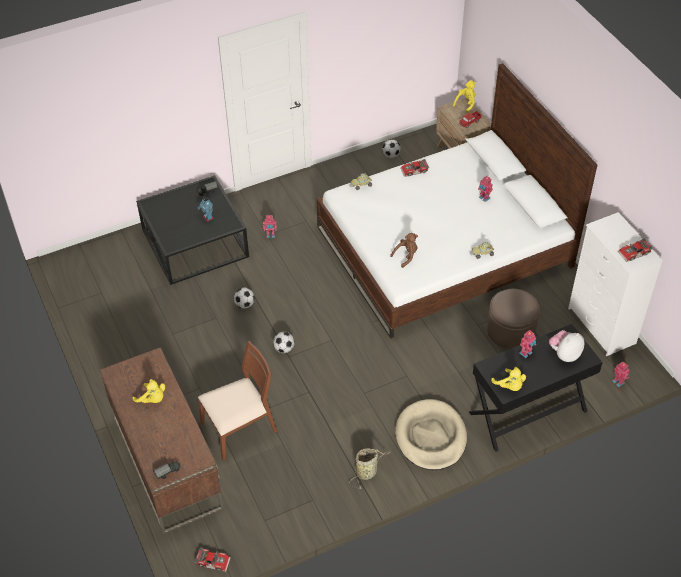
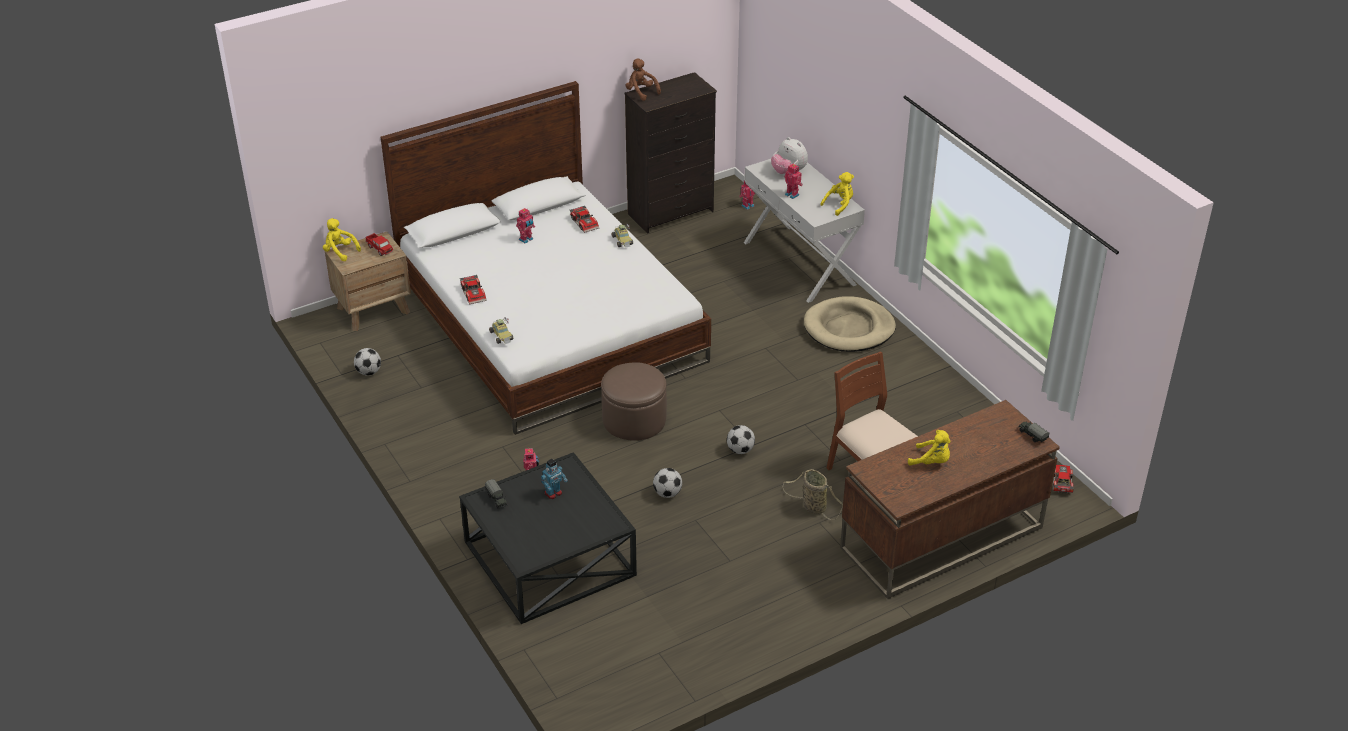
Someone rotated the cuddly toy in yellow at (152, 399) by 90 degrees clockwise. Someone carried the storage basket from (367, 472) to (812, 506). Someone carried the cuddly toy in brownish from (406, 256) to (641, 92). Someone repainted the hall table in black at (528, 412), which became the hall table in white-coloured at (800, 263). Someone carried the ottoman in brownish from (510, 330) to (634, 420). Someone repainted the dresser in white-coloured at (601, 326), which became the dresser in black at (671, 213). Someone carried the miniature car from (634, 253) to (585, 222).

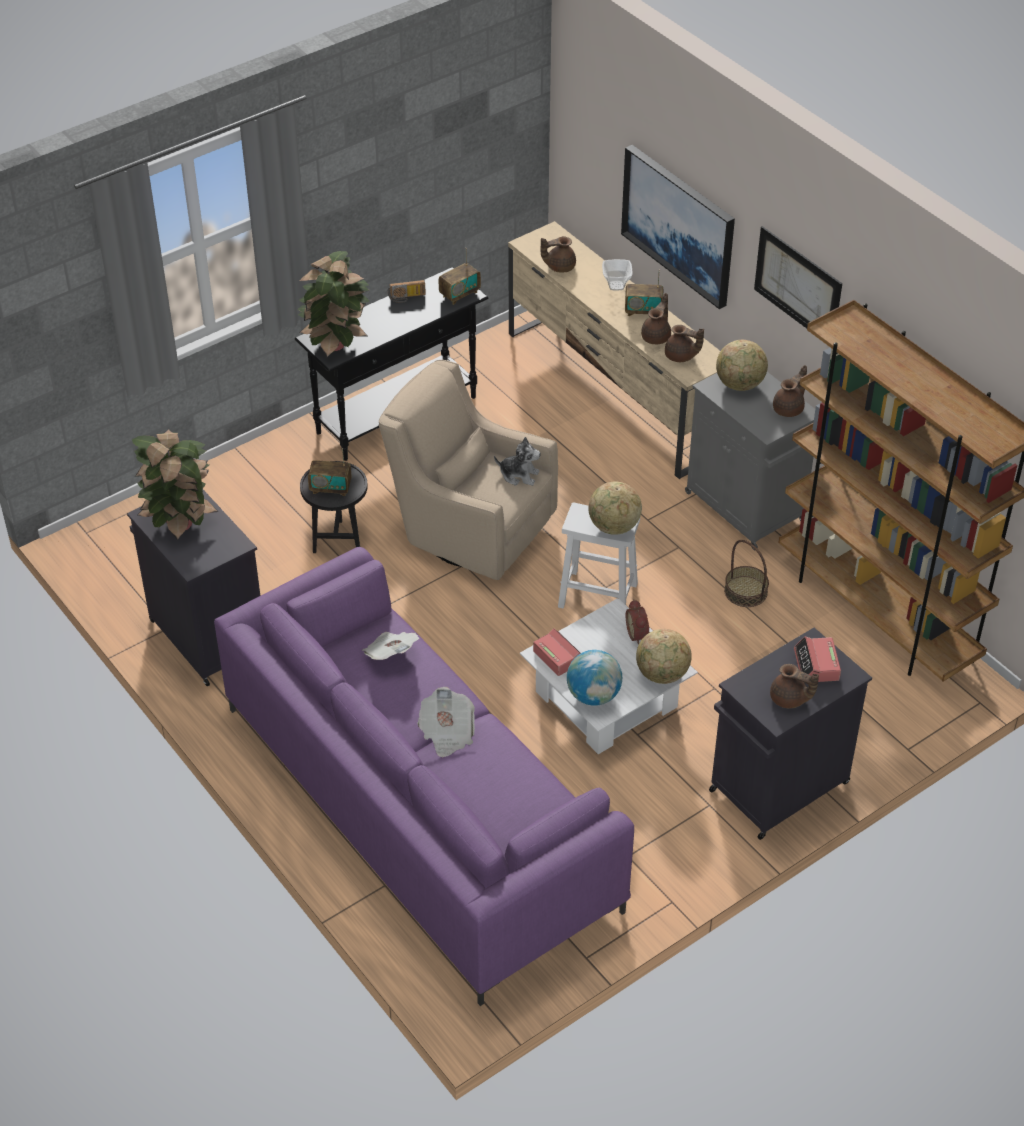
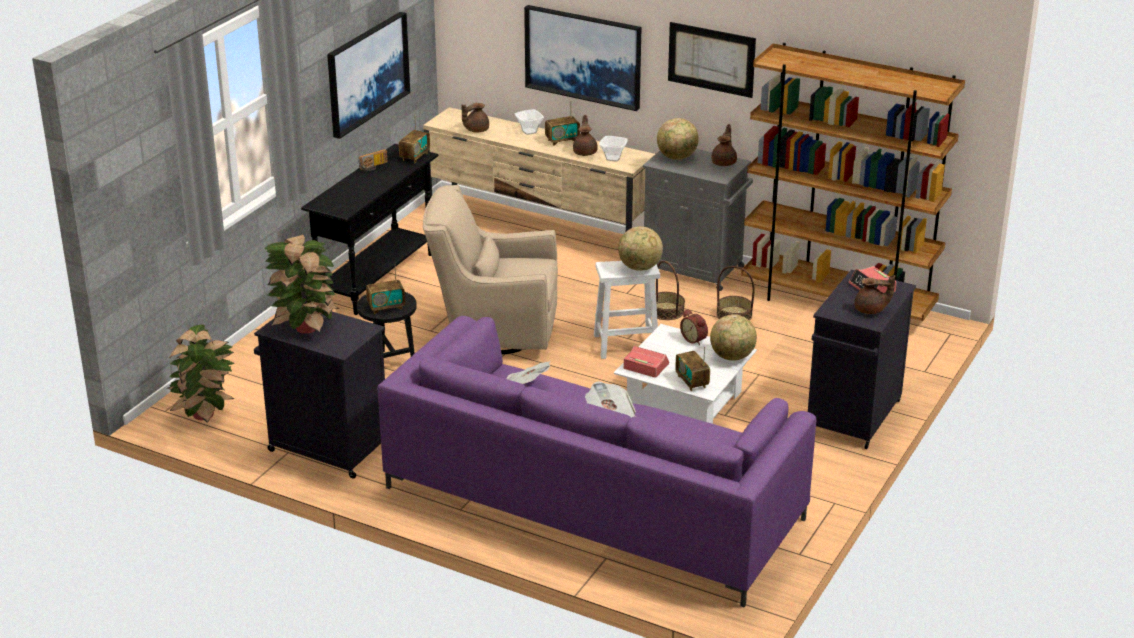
Someone carried the potted plant from (336, 344) to (206, 414). Someone took away the cuddly toy at (519, 475). Someone swapped the globe at (593, 695) for the radio set at (692, 382). Someone swapped the teapot in brownish at (681, 356) for the serving bowl at (613, 158). Someone put up the wall art at (367, 73). Someone put down the storage basket at (666, 311).

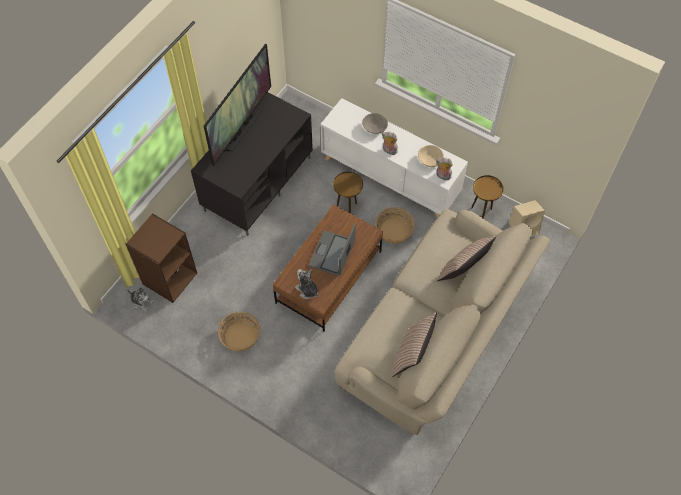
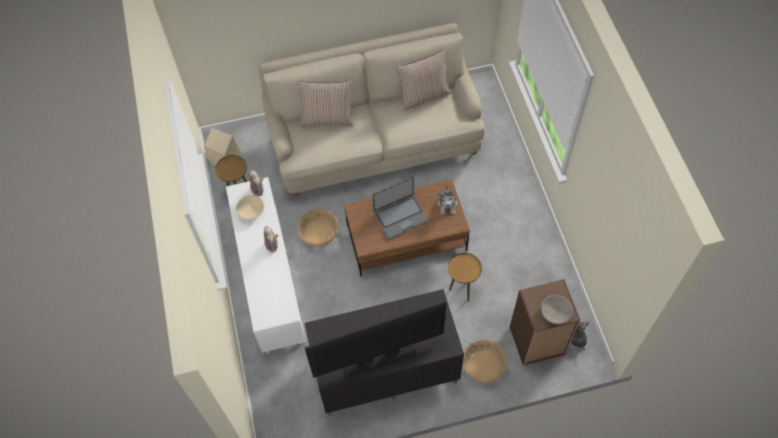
Someone carried the storage basket from (240, 336) to (484, 366). Someone carried the side table in brownish from (347, 209) to (462, 290). Someone carried the serving bowl in grey from (374, 127) to (555, 312).

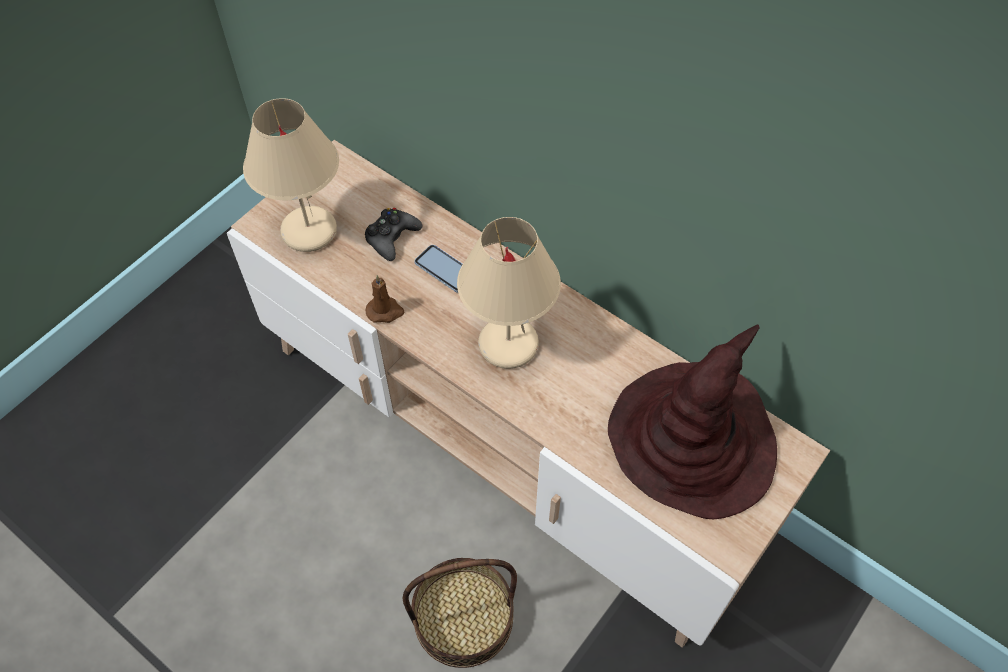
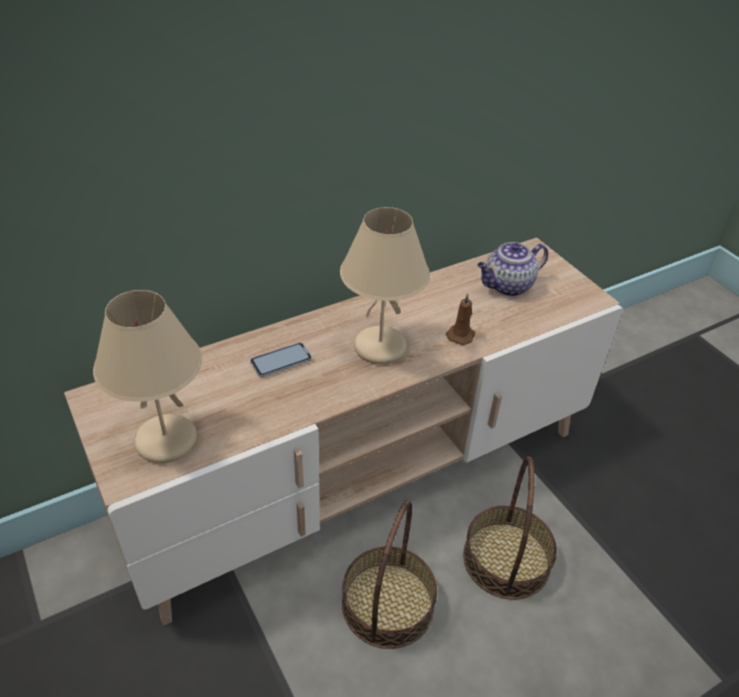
Someone took away the joypad in black at (392, 237). Someone carried the wax candle in brownish from (385, 311) to (461, 335). Someone swapped the clothing hat in brownish at (693, 440) for the teapot at (507, 286). Someone put down the storage basket at (388, 604).

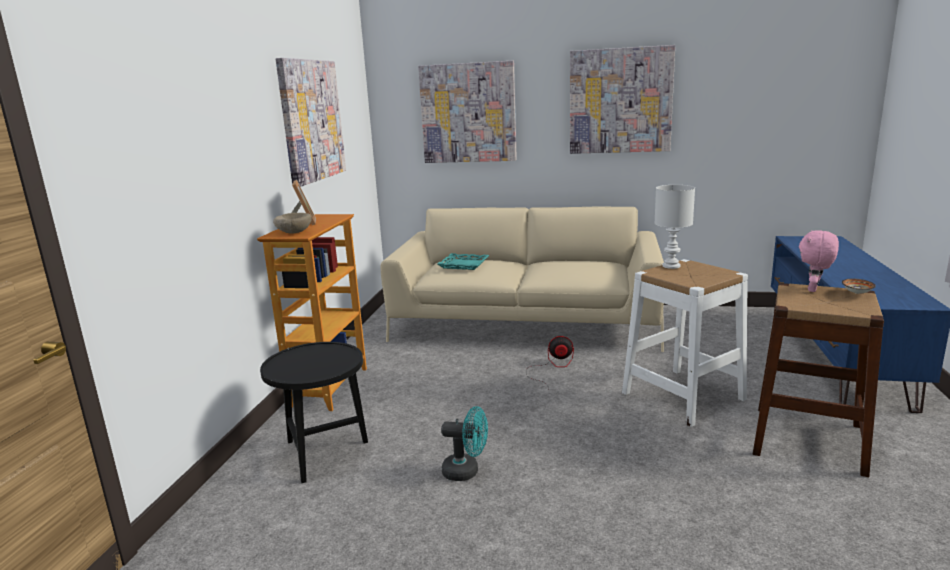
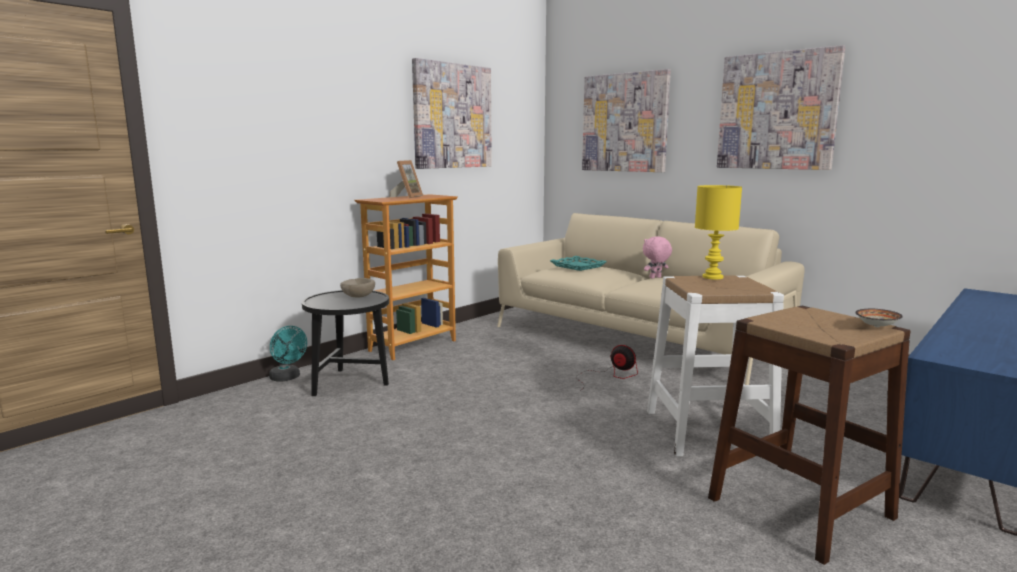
Someone carried the serving bowl in sand-coloured from (293, 232) to (358, 296). Someone carried the electric fan in turquoise-coloured from (466, 471) to (287, 378). Someone repainted the lamp for a table in white-coloured at (670, 266), which became the lamp for a table in yellow at (712, 277). Someone carried the cuddly toy in pink-coloured from (814, 289) to (655, 278).

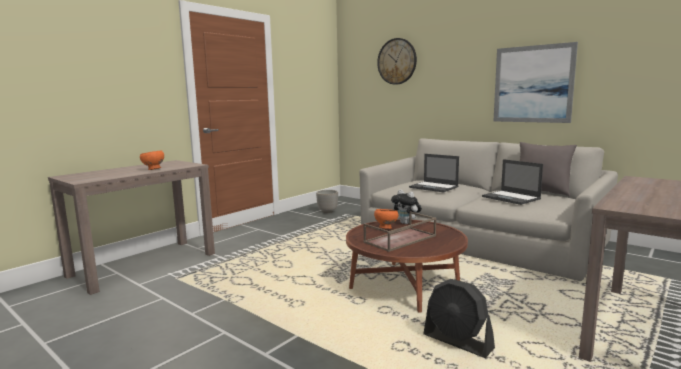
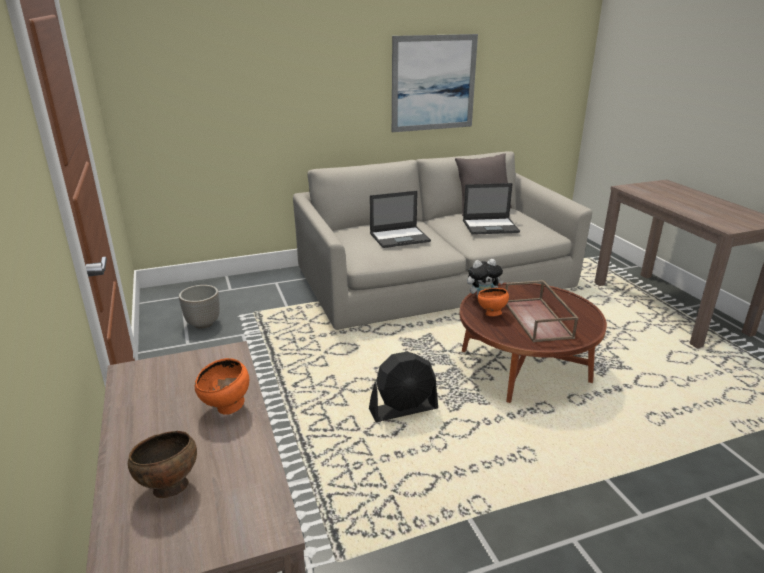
Someone took away the clock on the wall at (397, 61). Someone carried the electric fan in black from (458, 342) to (403, 409). Someone put down the serving bowl in brownish at (168, 487).

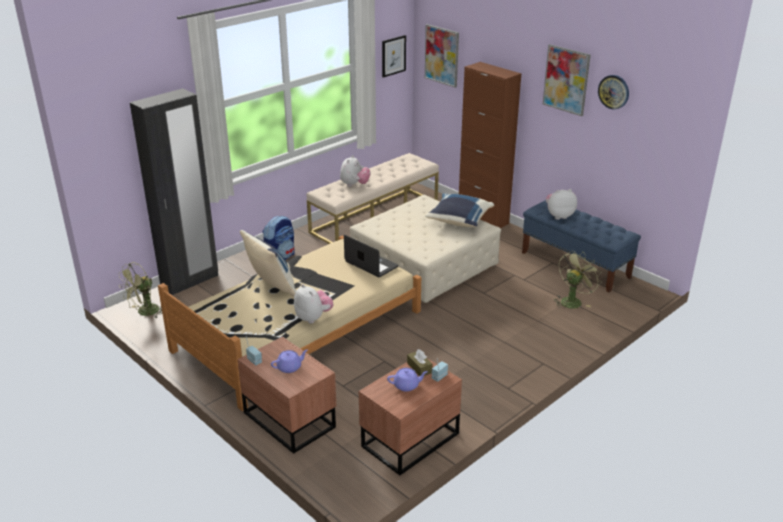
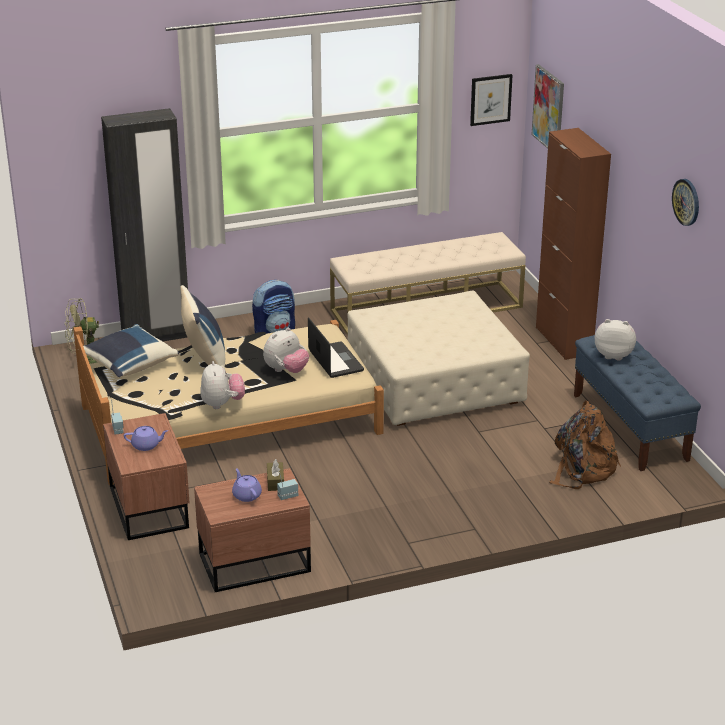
Someone carried the cuddly toy from (354, 185) to (286, 370). Someone rotated the teapot in purple-coloured at (407, 385) by 135 degrees counterclockwise. Someone carried the throw pillow in blue from (458, 220) to (129, 364). Someone took away the wall art at (566, 80). Someone swapped the electric fan in green-coloured at (573, 301) for the backpack in brownish at (582, 469).

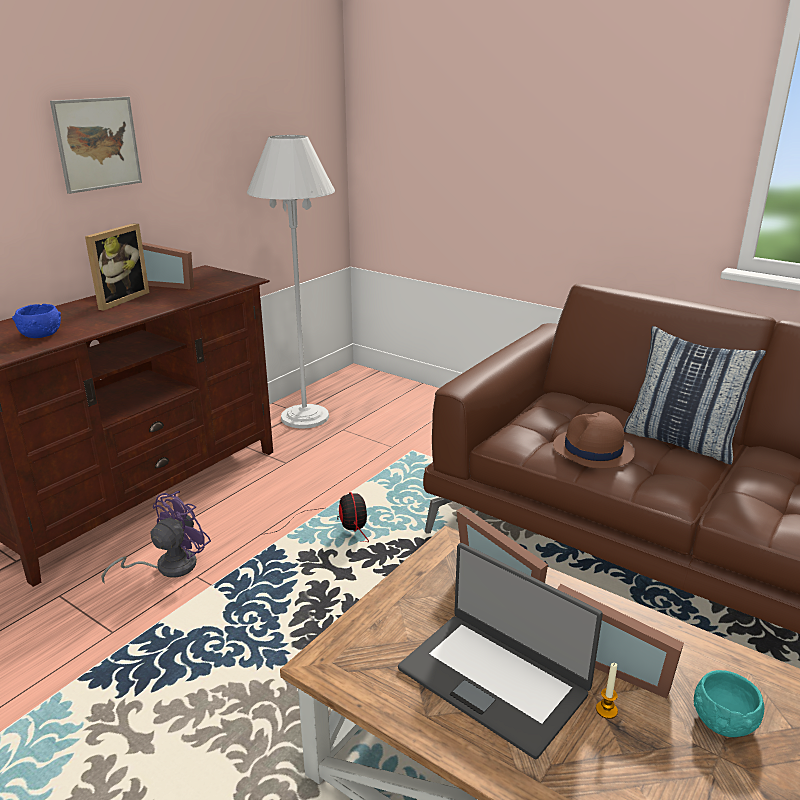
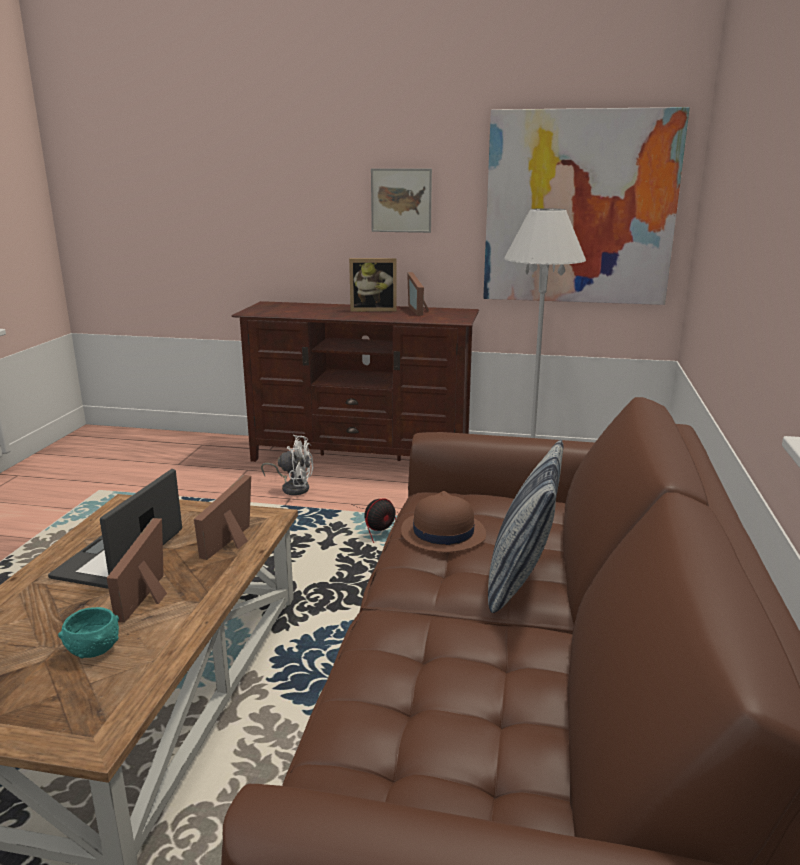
Someone took away the serving bowl in blue at (41, 334). Someone repainted the electric fan in purple-coloured at (168, 567), which became the electric fan in white-coloured at (293, 487). Someone took away the wax candle at (606, 710). Someone put up the wall art at (579, 208).

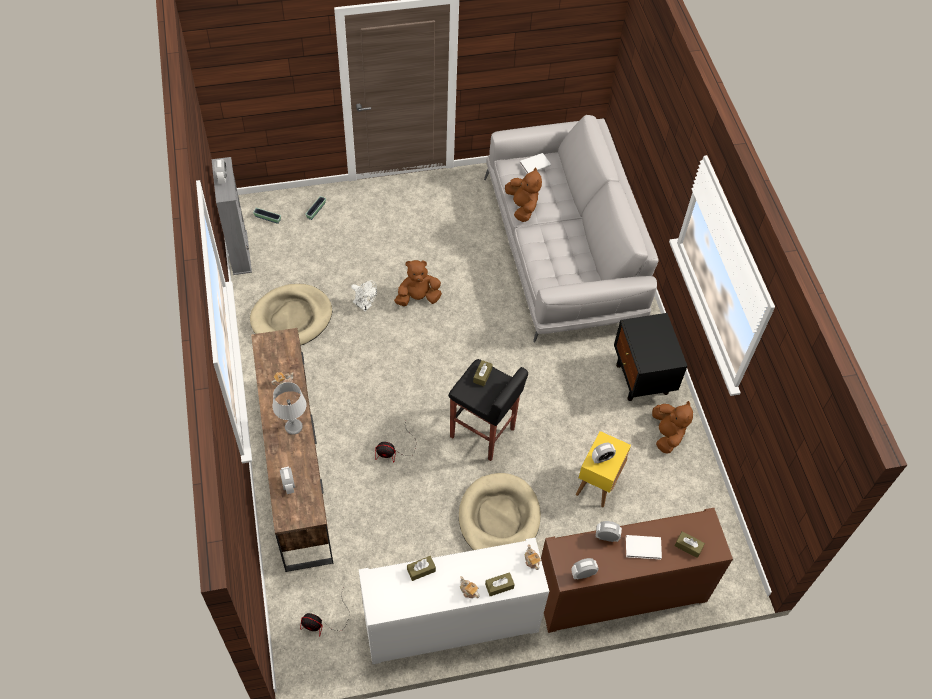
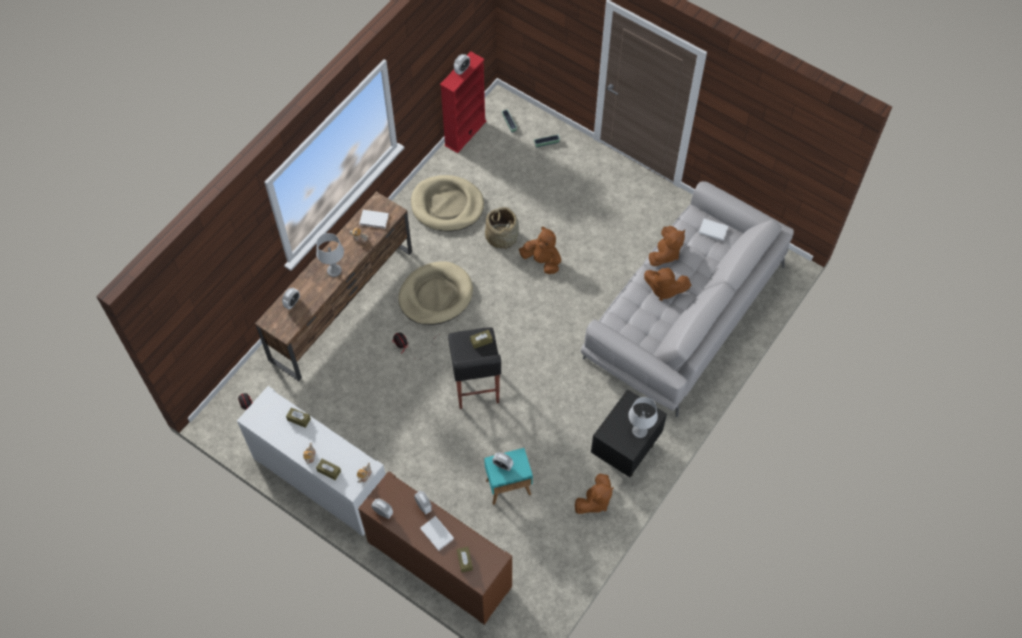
Someone repainted the bookshelf in grey at (239, 252), which became the bookshelf in red at (465, 133). Someone swapped the electric fan in white-coloured at (364, 305) for the storage basket at (501, 236). Someone carried the dog bed in sand-coloured from (499, 518) to (435, 295). Someone repainted the side table in yellow at (598, 483), which became the side table in turquoise-coloured at (509, 487). Someone put down the bound book in white-coloured at (374, 220). Someone put down the lamp for a table in grey at (640, 431). Someone put down the cuddly toy in brownish at (664, 289).

